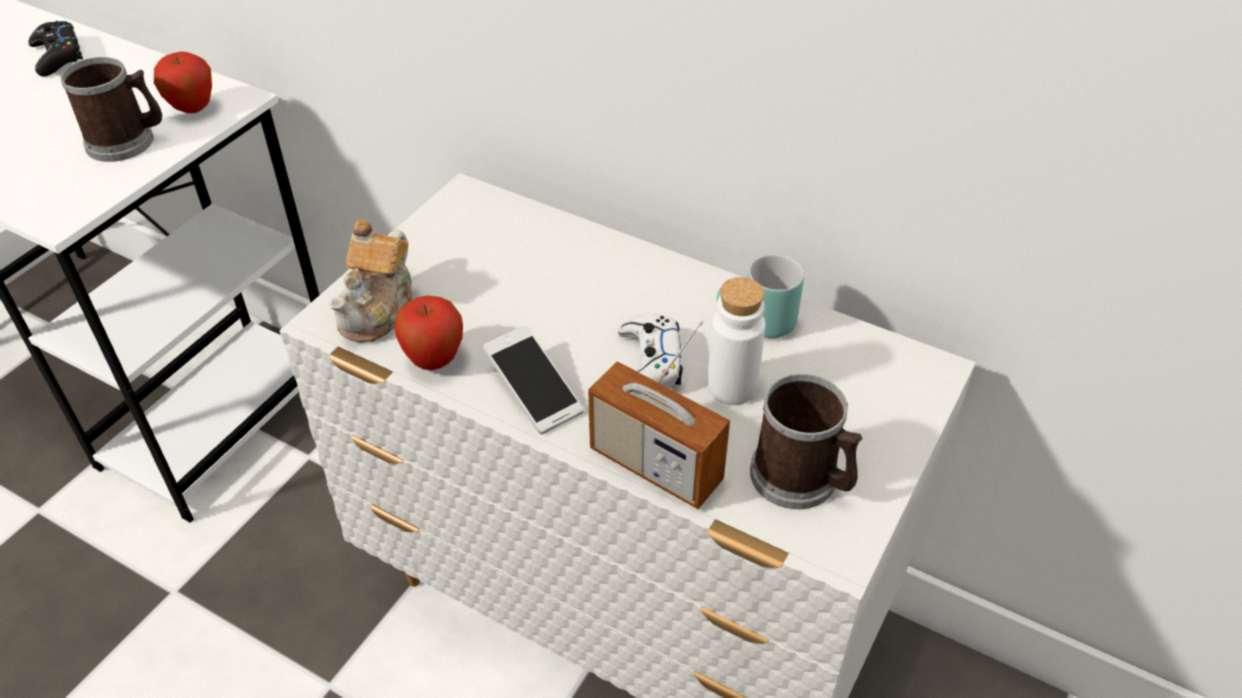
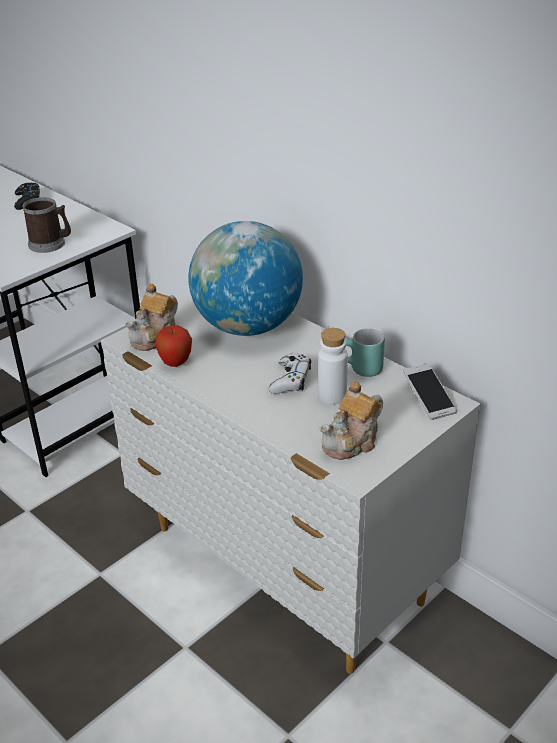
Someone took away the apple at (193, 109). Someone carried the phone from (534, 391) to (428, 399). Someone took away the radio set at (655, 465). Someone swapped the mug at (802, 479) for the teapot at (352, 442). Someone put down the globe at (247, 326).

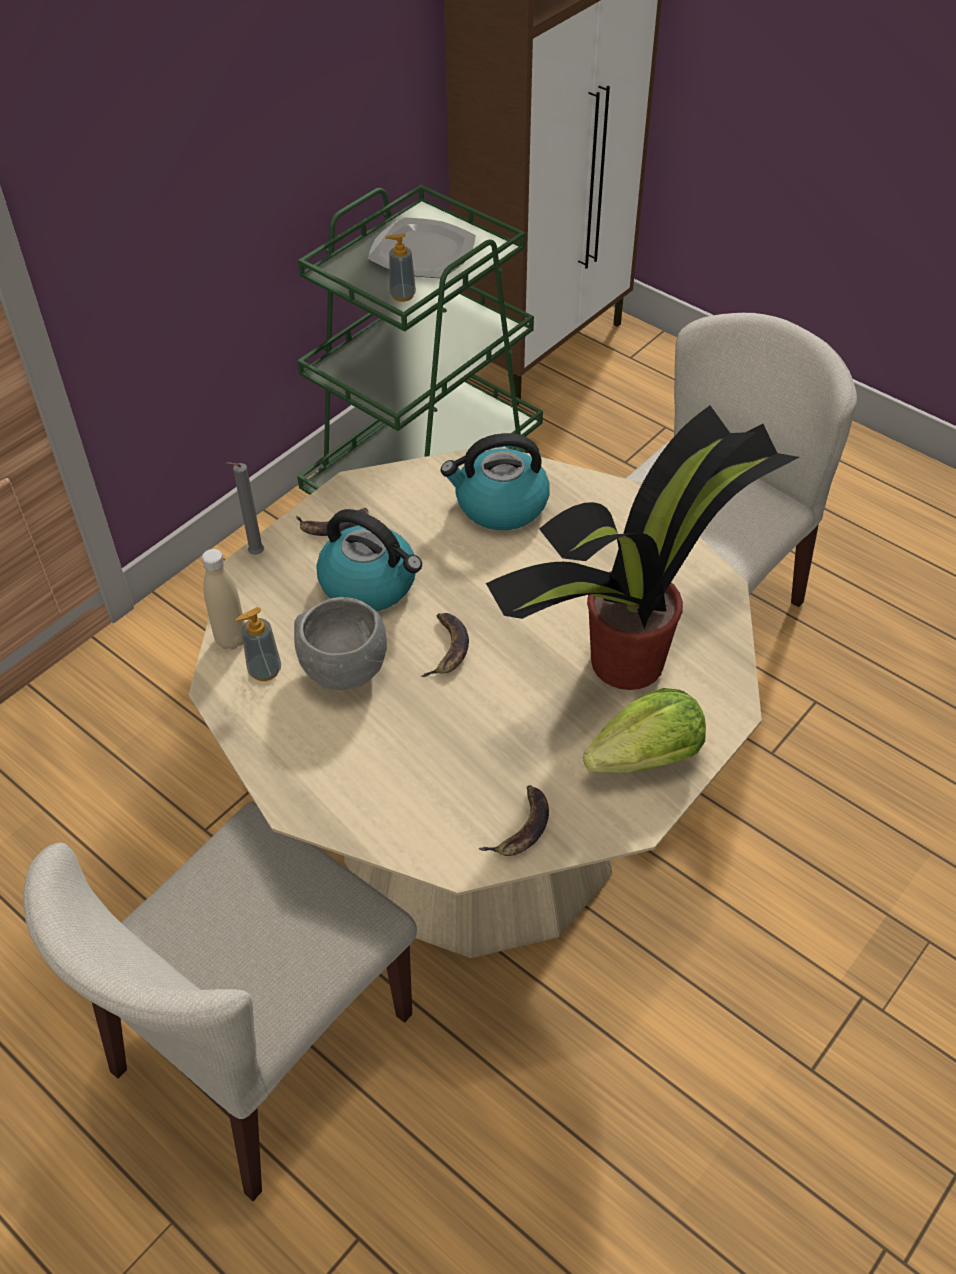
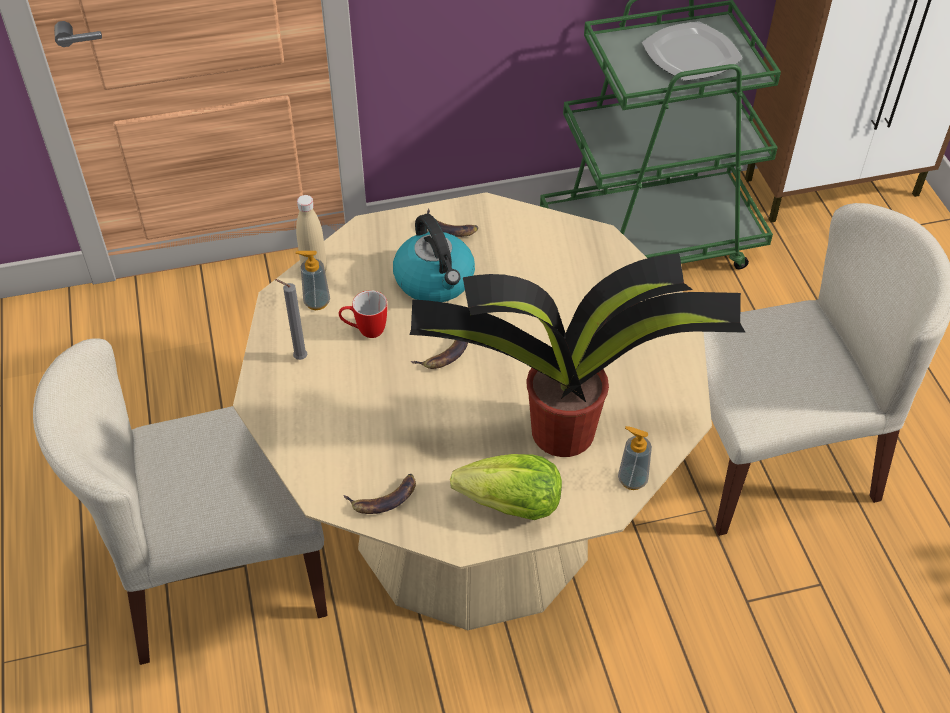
Someone carried the wax candle in grey from (254, 555) to (298, 358). Someone swapped the serving bowl in grey at (344, 672) for the mug at (365, 330). Someone carried the soap bottle from (402, 295) to (632, 480). Someone took away the tea kettle at (500, 505).

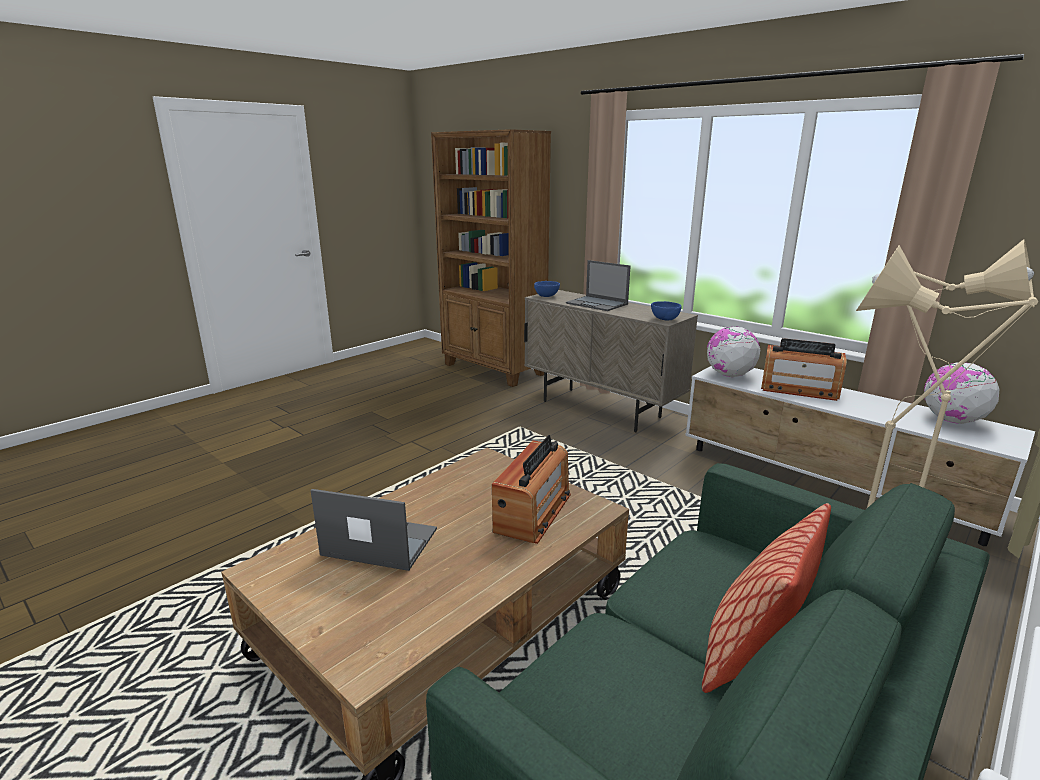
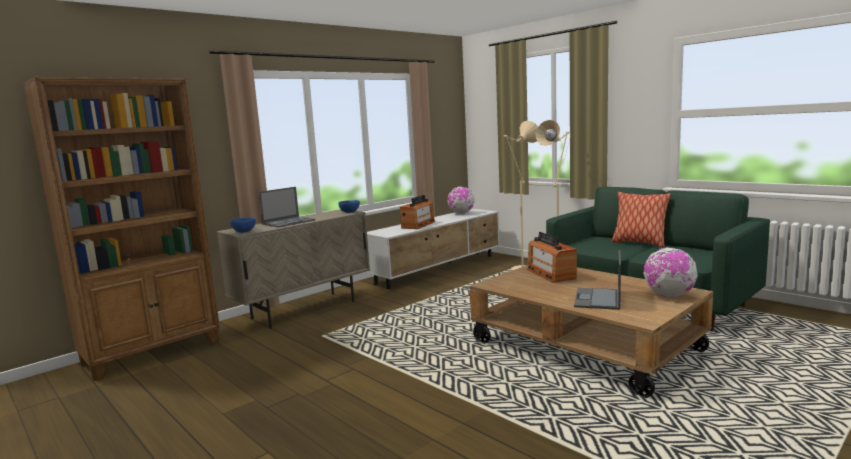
Someone rotated the radio set at (533, 512) by 135 degrees counterclockwise. Someone carried the globe from (729, 375) to (669, 295).

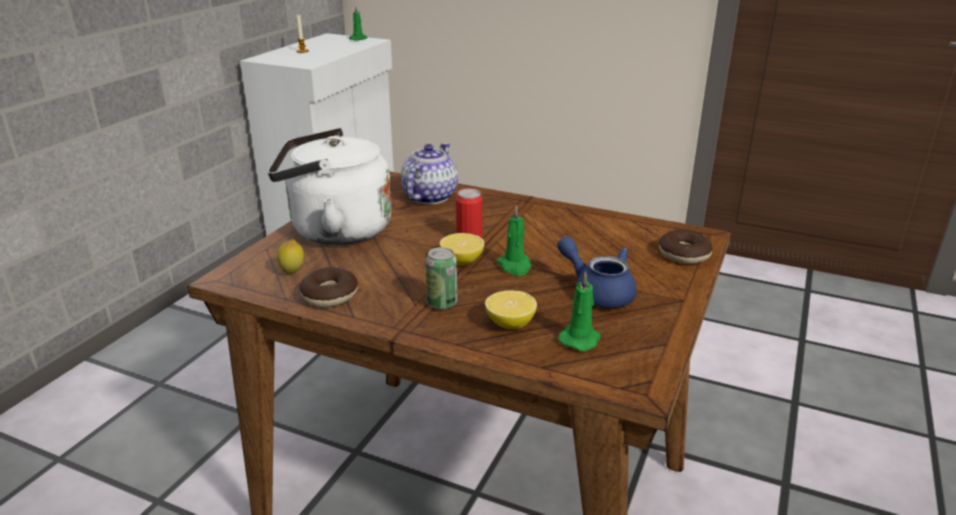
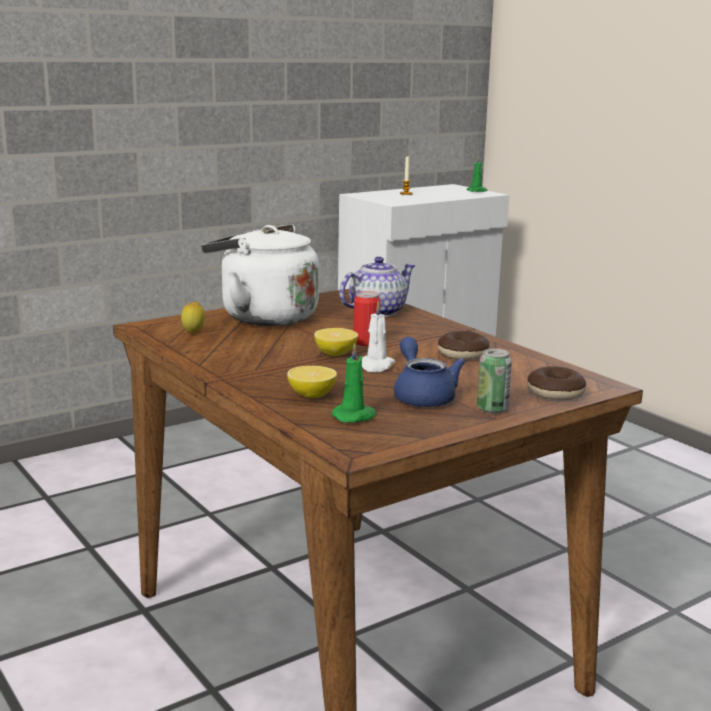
Someone carried the donut from (330, 295) to (463, 354). Someone carried the can from (442, 303) to (492, 409). Someone repainted the wax candle in green-coloured at (515, 266), which became the wax candle in white-coloured at (376, 366).

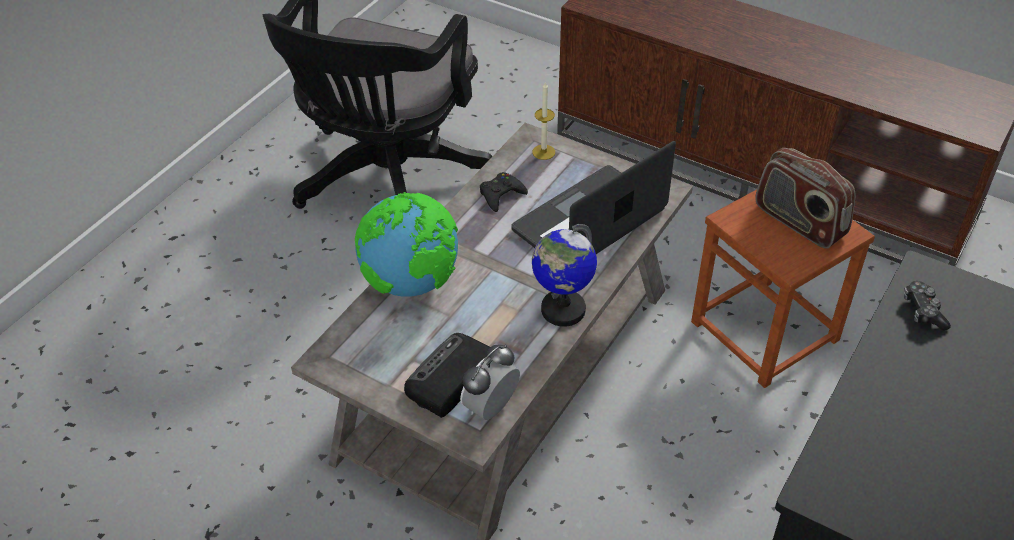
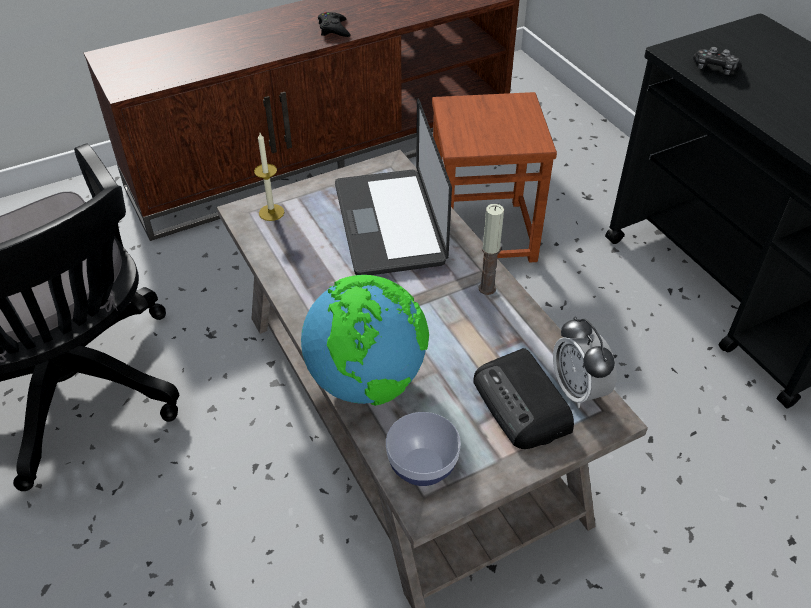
Someone carried the joypad in black from (501, 195) to (334, 29). Someone swapped the globe at (562, 310) for the wax candle at (487, 288). Someone took away the radio set at (799, 222). Someone put down the serving bowl at (422, 467).

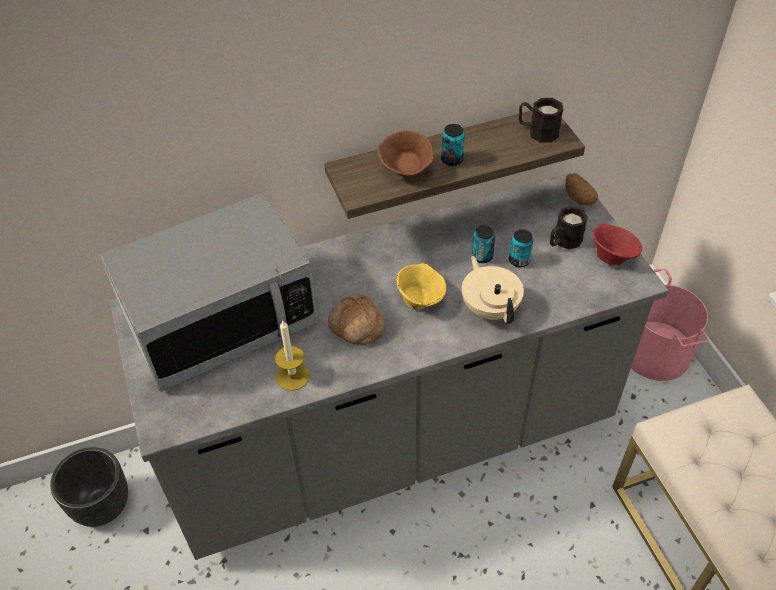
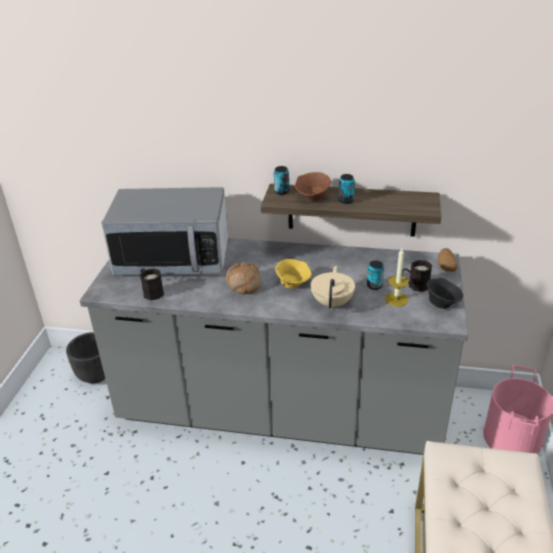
Someone carried the wax candle from (292, 376) to (396, 299). Someone carried the can from (482, 256) to (281, 192). Someone carried the mug in black from (537, 132) to (151, 291). Someone repainted the serving bowl in red at (612, 256), which became the serving bowl in black at (442, 304).

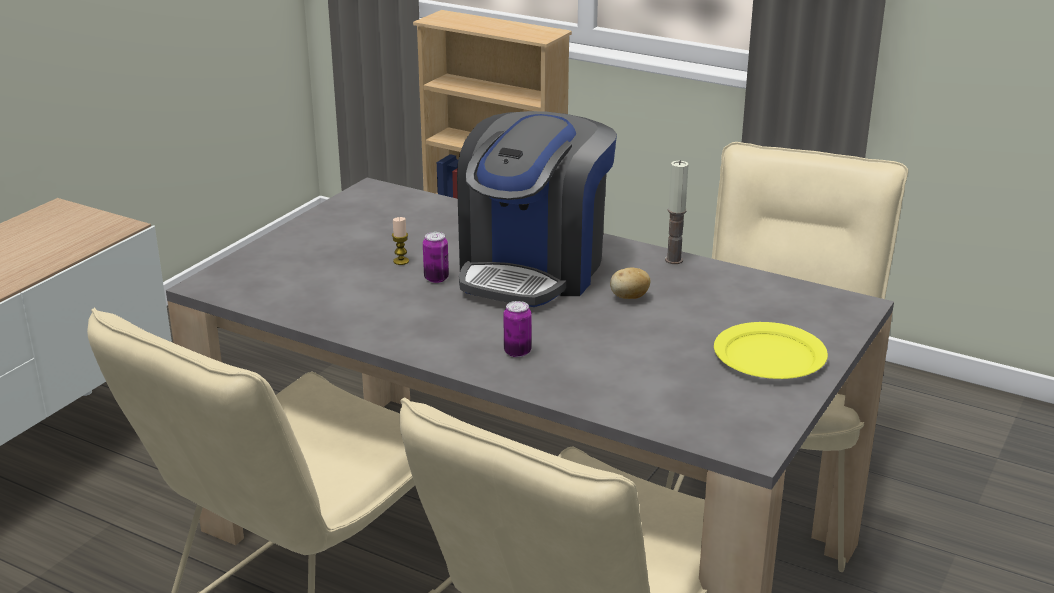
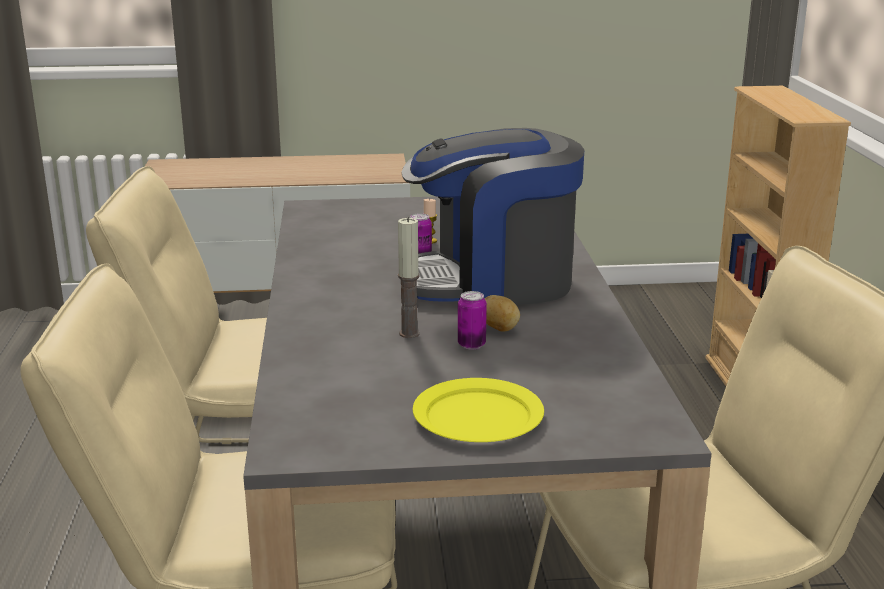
Someone carried the can from (517, 352) to (471, 345). Someone carried the wax candle from (674, 260) to (409, 333).

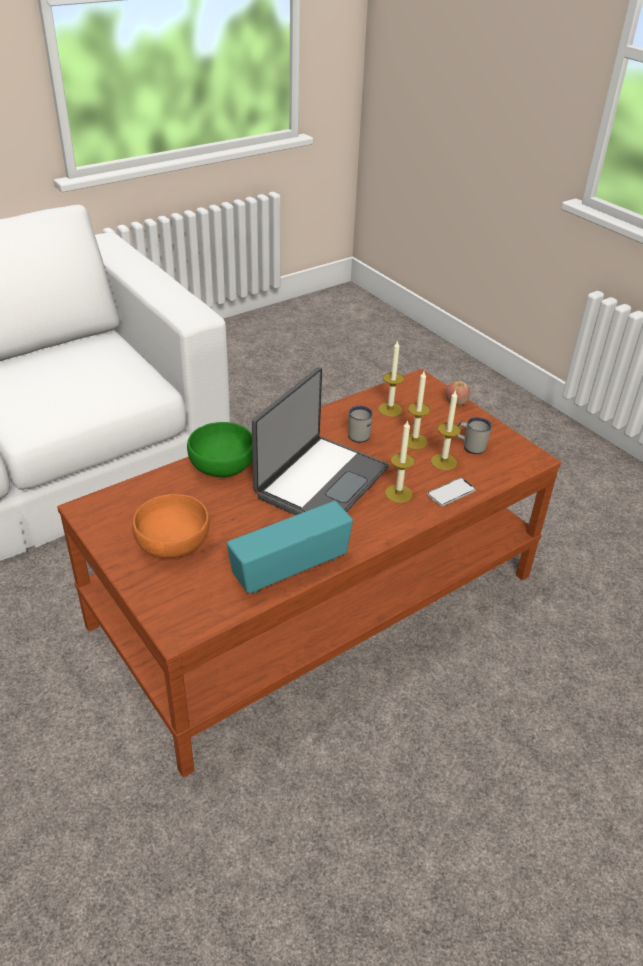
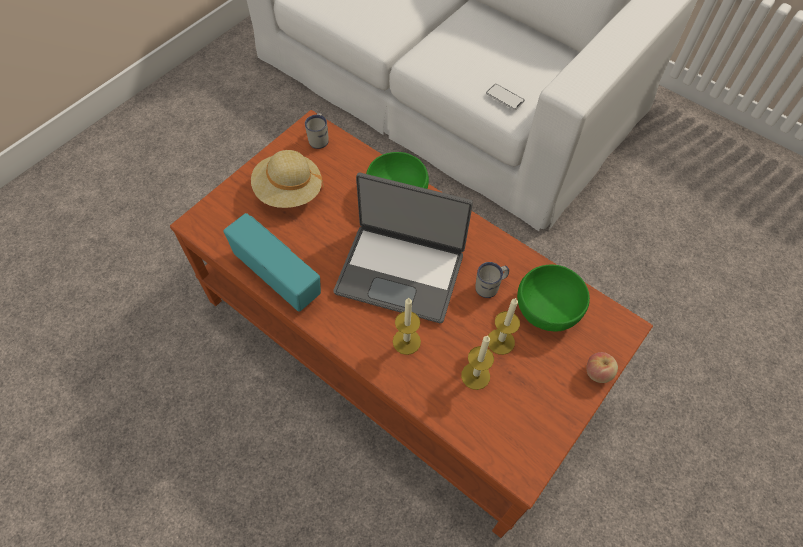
Someone swapped the serving bowl in orangey at (174, 542) for the clothing hat in sand-coloured at (289, 191). Someone swapped the wax candle at (390, 409) for the serving bowl in green-coloured at (548, 307). Someone carried the phone from (451, 492) to (505, 97). Someone carried the mug in white-coloured from (470, 446) to (319, 138).

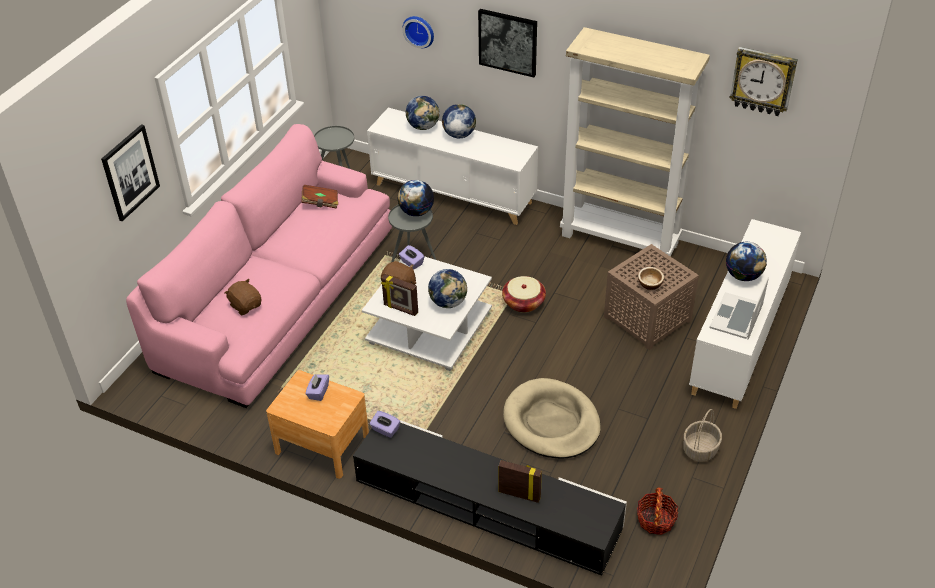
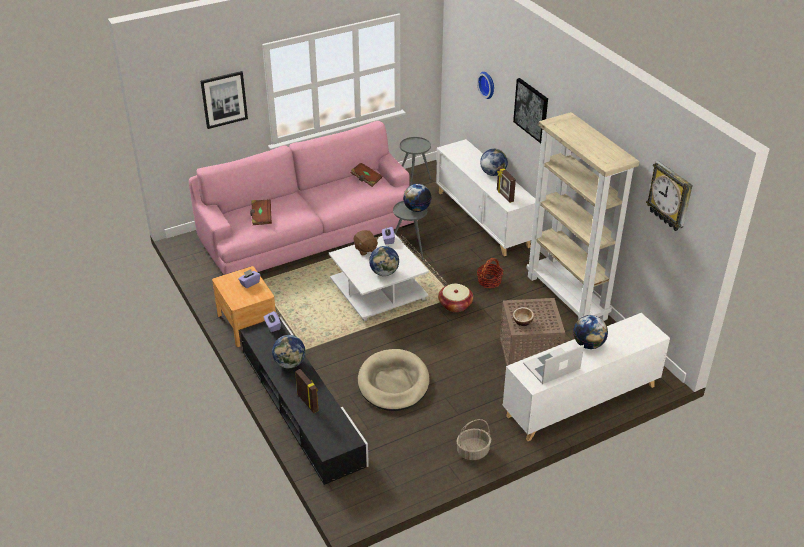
Someone swapped the cuddly toy in brownish at (246, 305) for the bound book in brownish at (261, 217). Someone carried the picture frame from (400, 309) to (504, 196). Someone carried the globe from (423, 126) to (290, 363). Someone carried the storage basket from (655, 520) to (489, 281).

